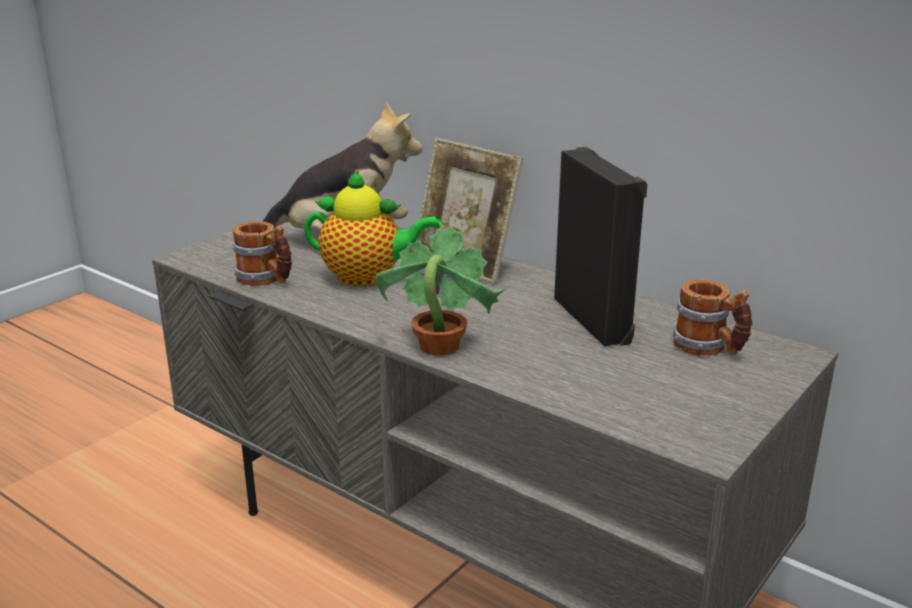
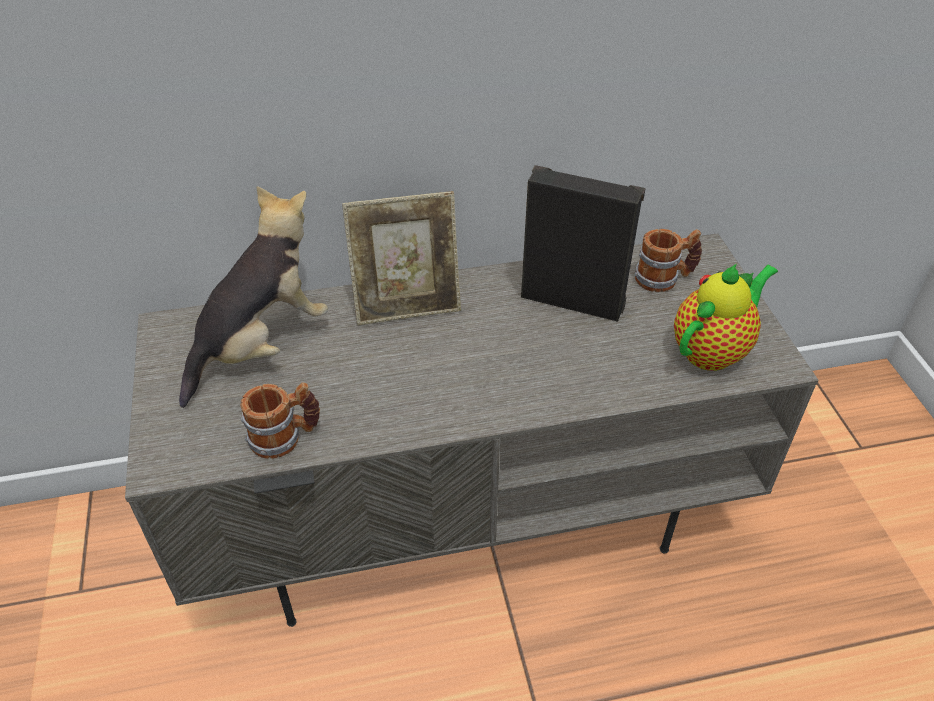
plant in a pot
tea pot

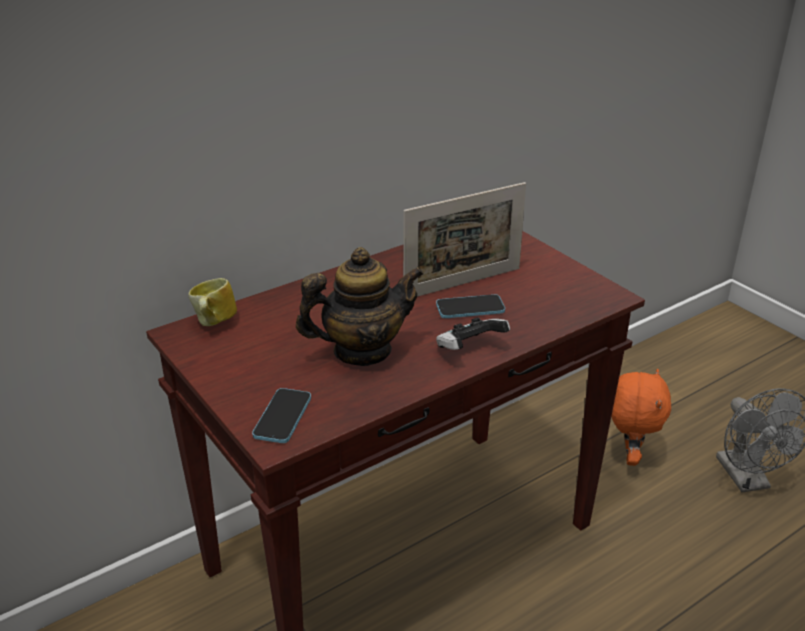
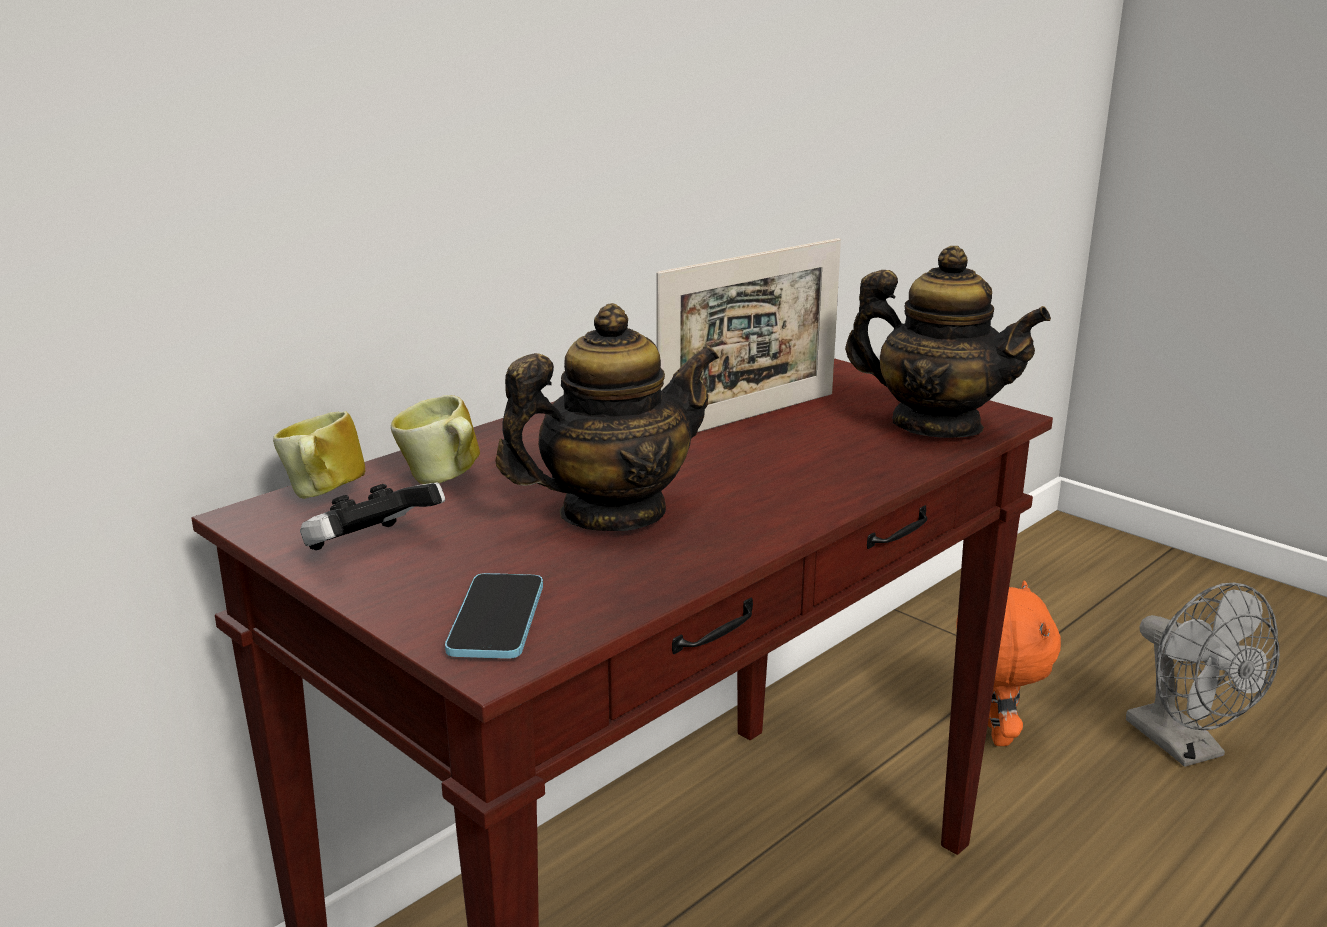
phone (no. 2 from left in the first image)
mug (no. 2 from left)
tea pot (no. 2 from left)
gamepad

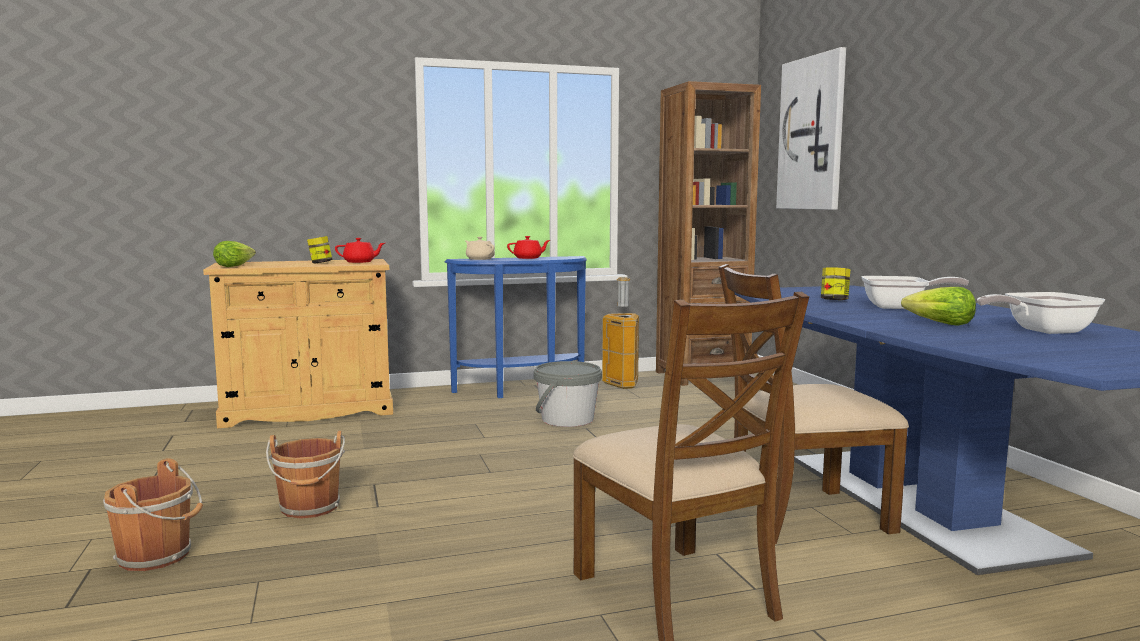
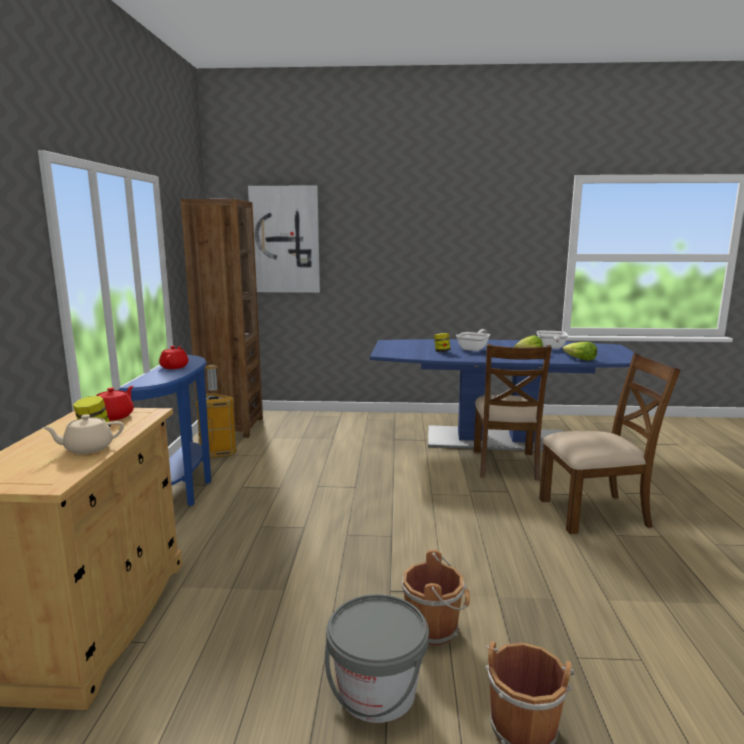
head of lettuce (no. 2 from left)
tea pot (beige)
bucket (grey)

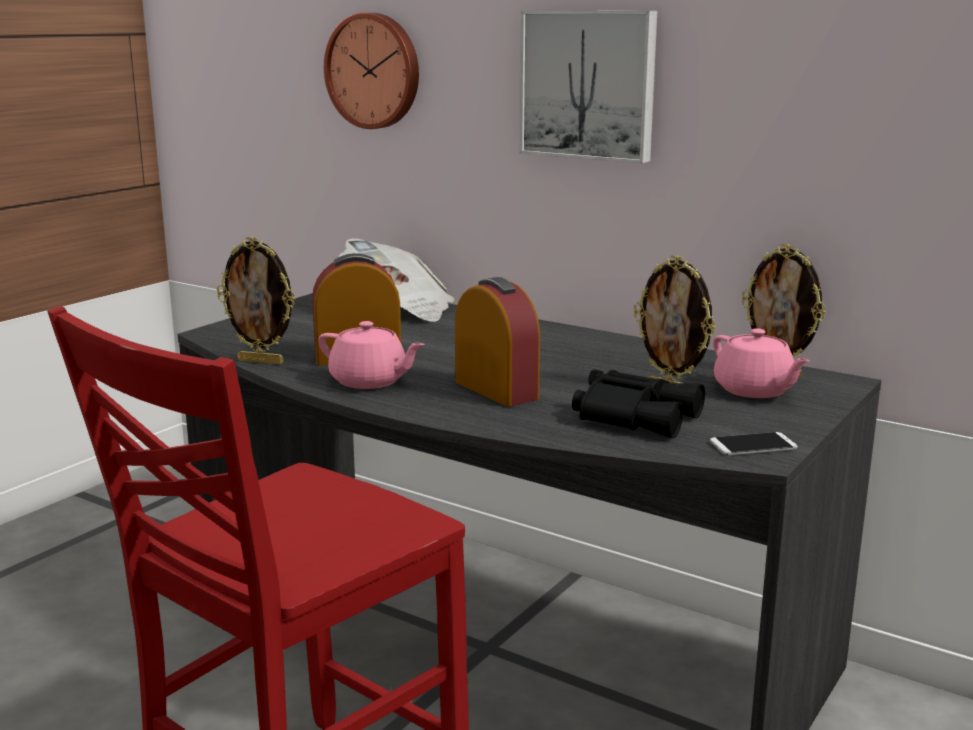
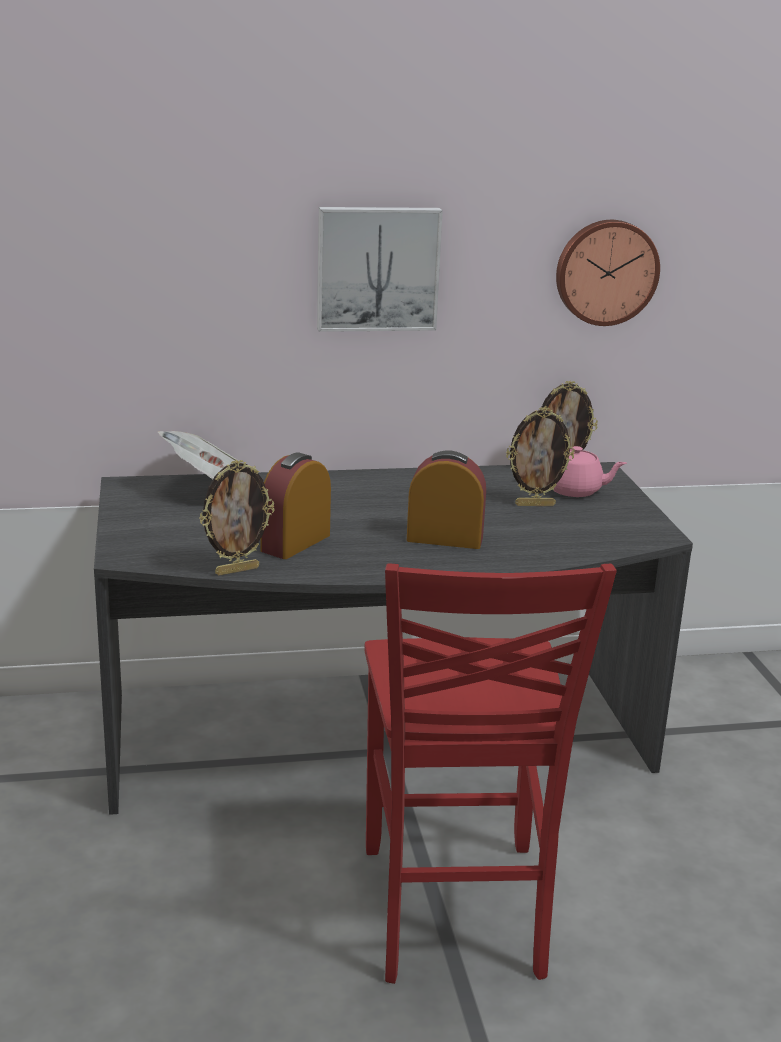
tea pot (pinkish) (no. 1 from left in the first image)
field glasses (blackish)
phone
hanging clock

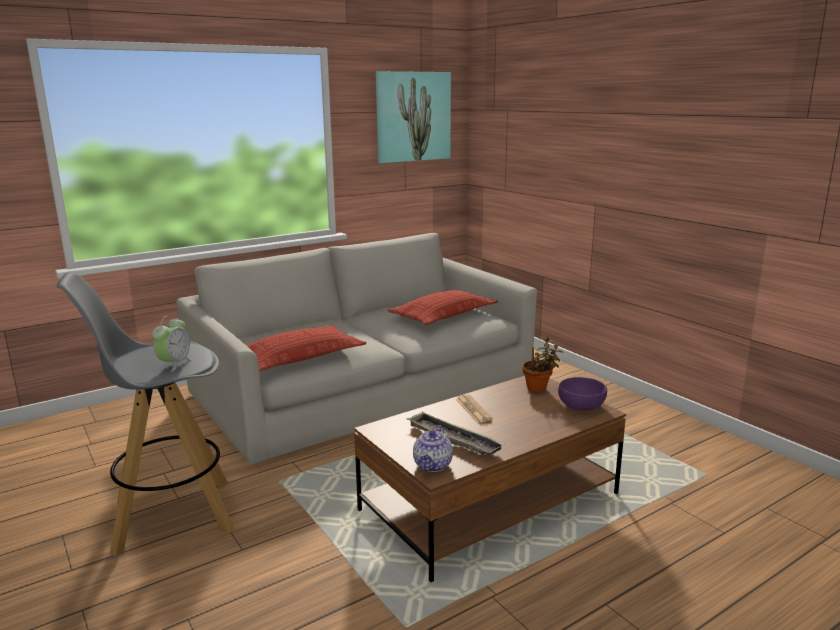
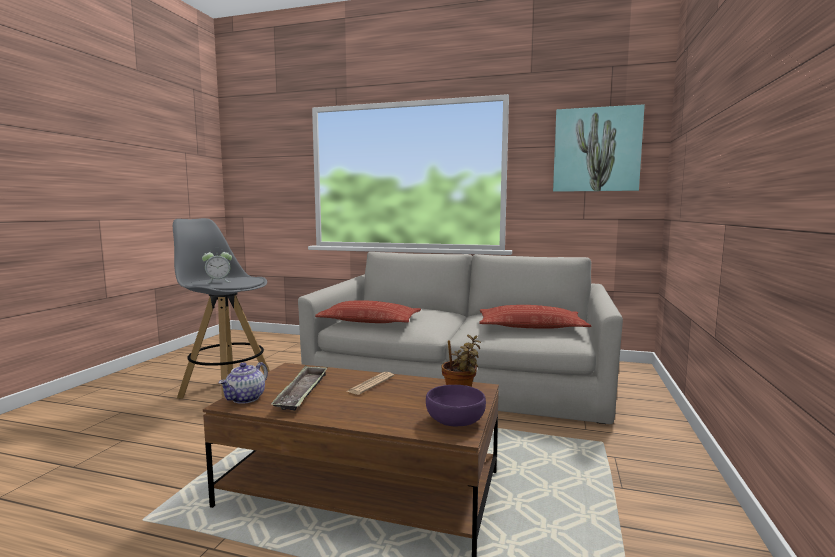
tea pot

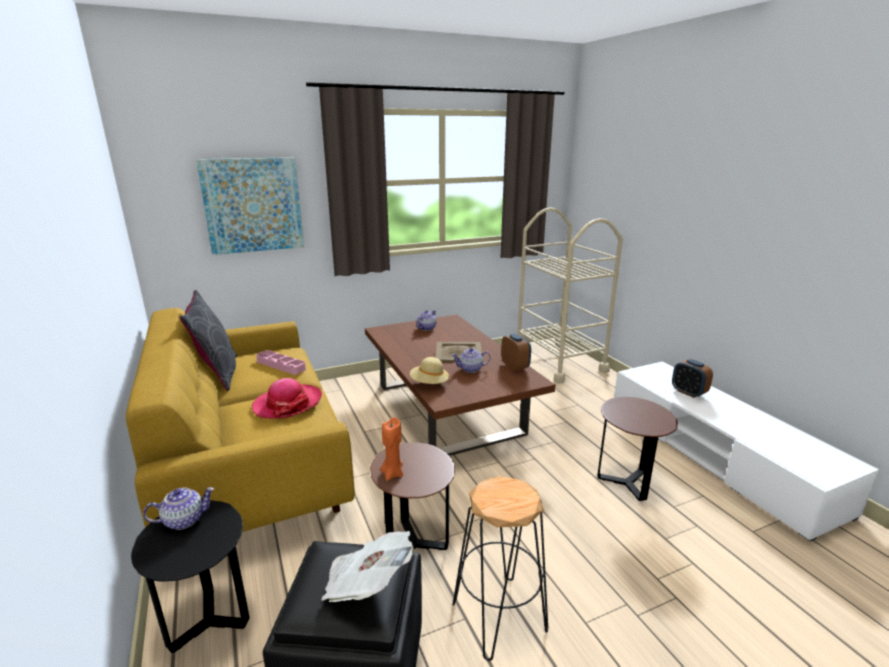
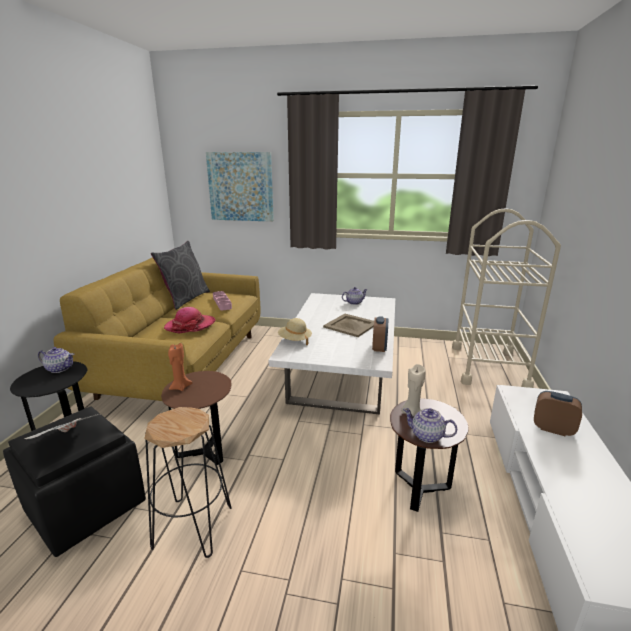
wax candle (beige)
tea pot (no. 3 from left)
low table (white)
bedside clock (no. 2 from left)

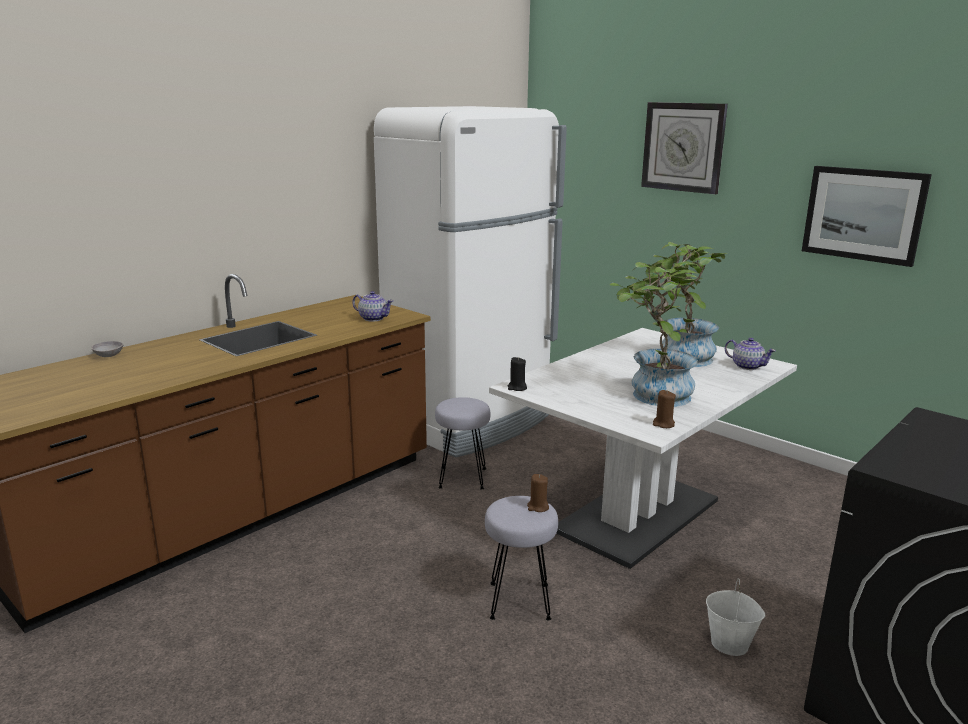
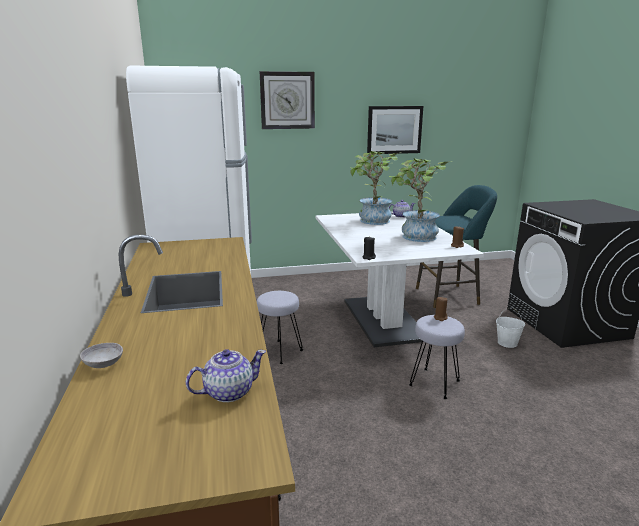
stool (turquoise)
tea pot (no. 1 from left)

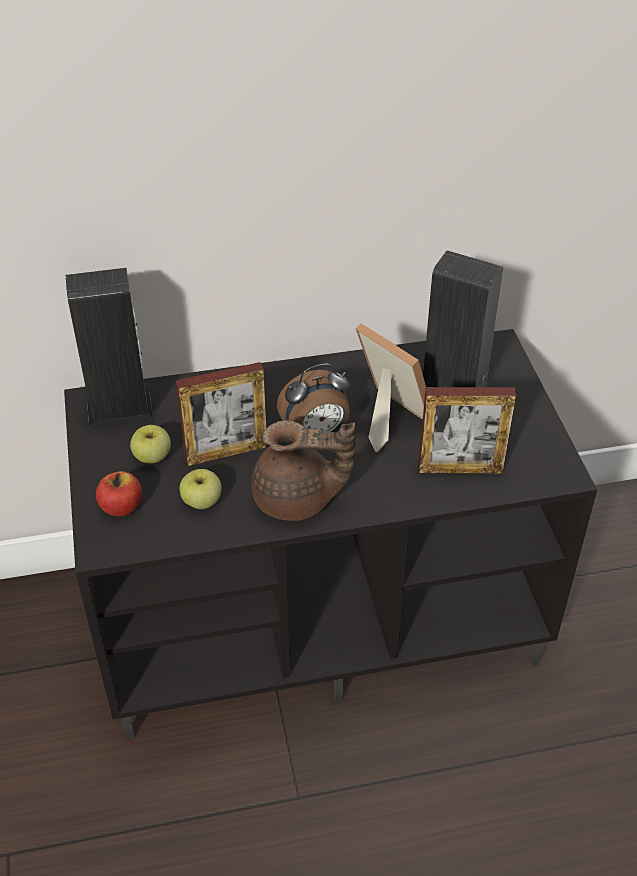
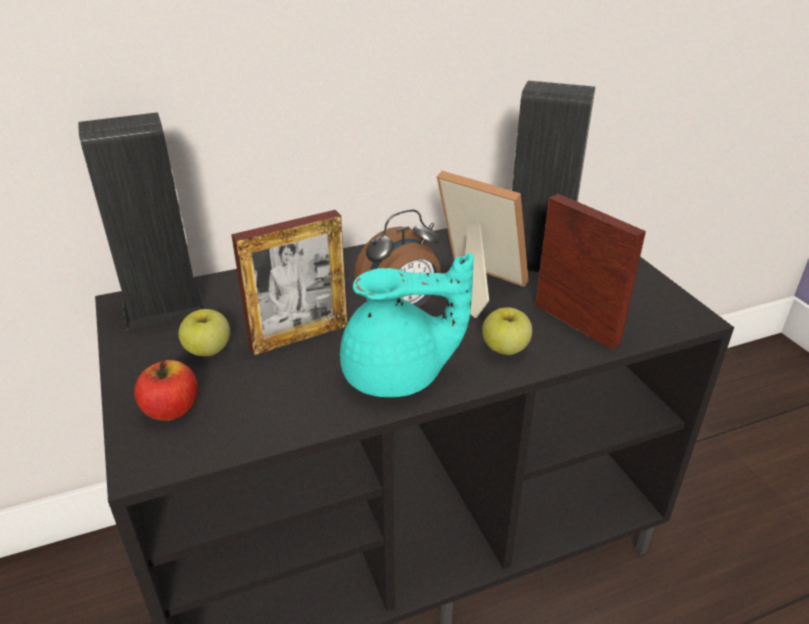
apple fruit (no. 3 from left)
tea pot (turquoise)
photo frame (no. 3 from left)

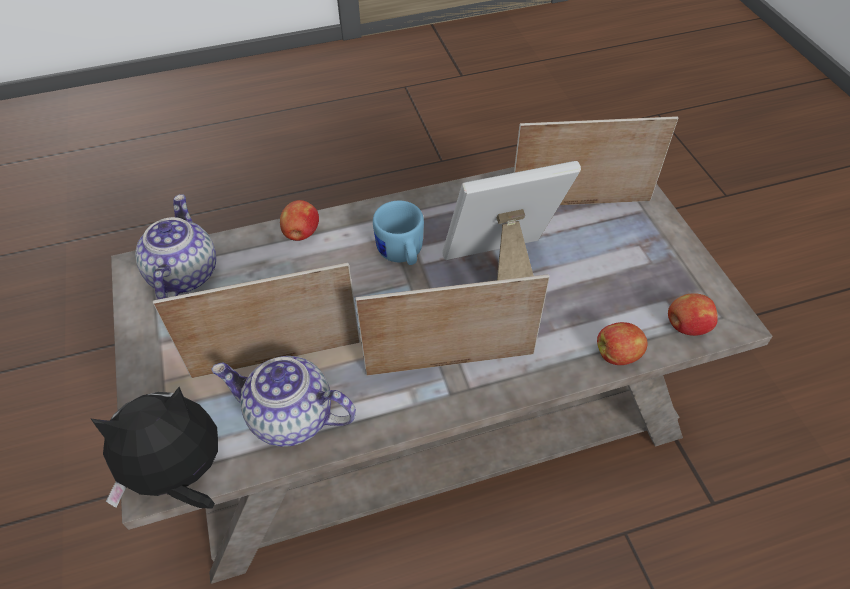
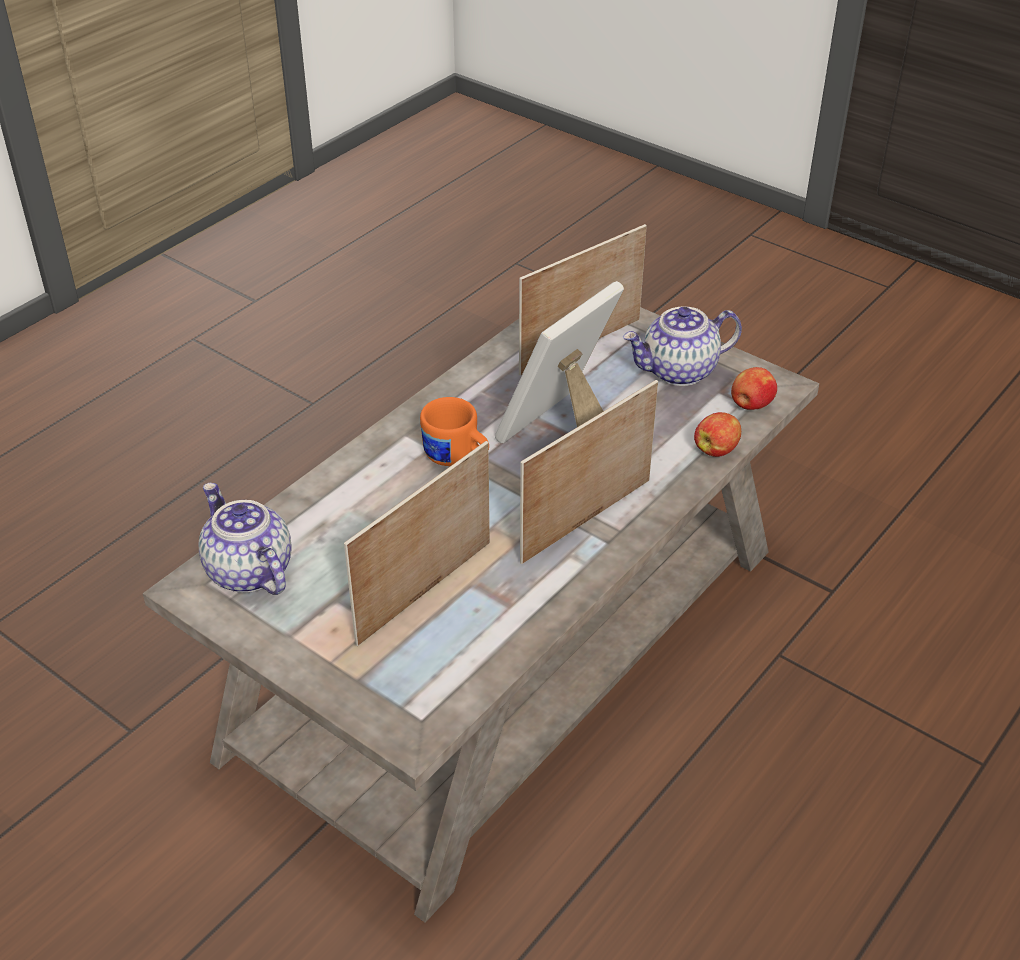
cuddly toy
apple fruit (no. 1 from left in the first image)
tea pot (no. 2 from left)
mug (orange-coloured)

